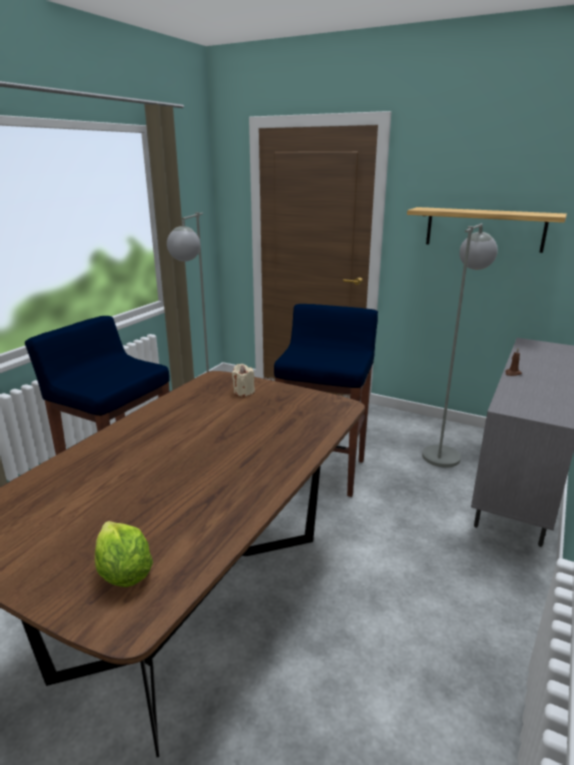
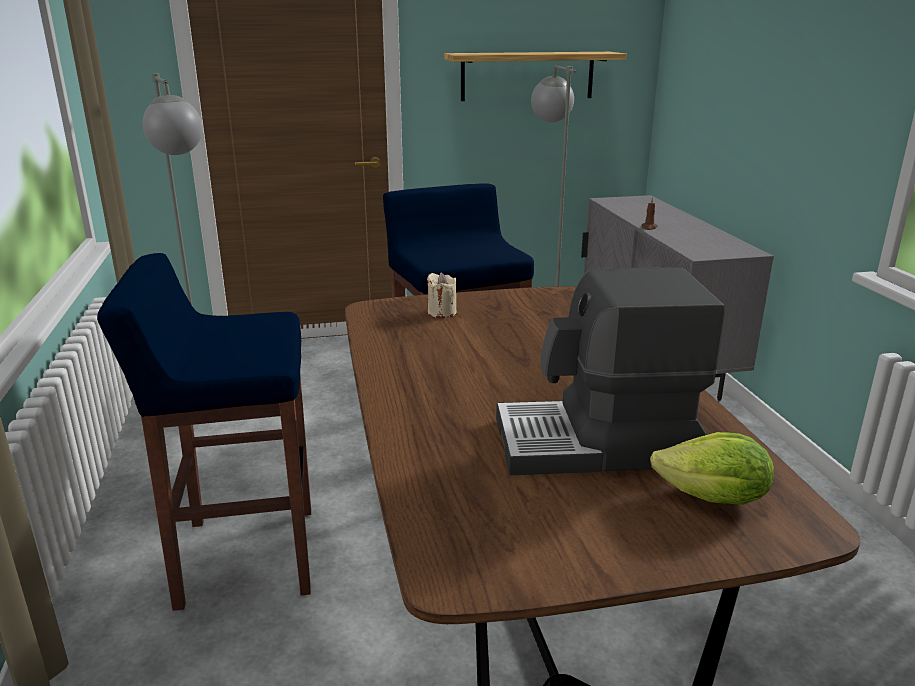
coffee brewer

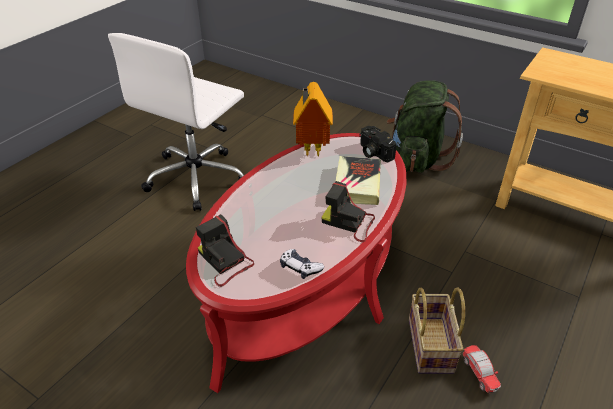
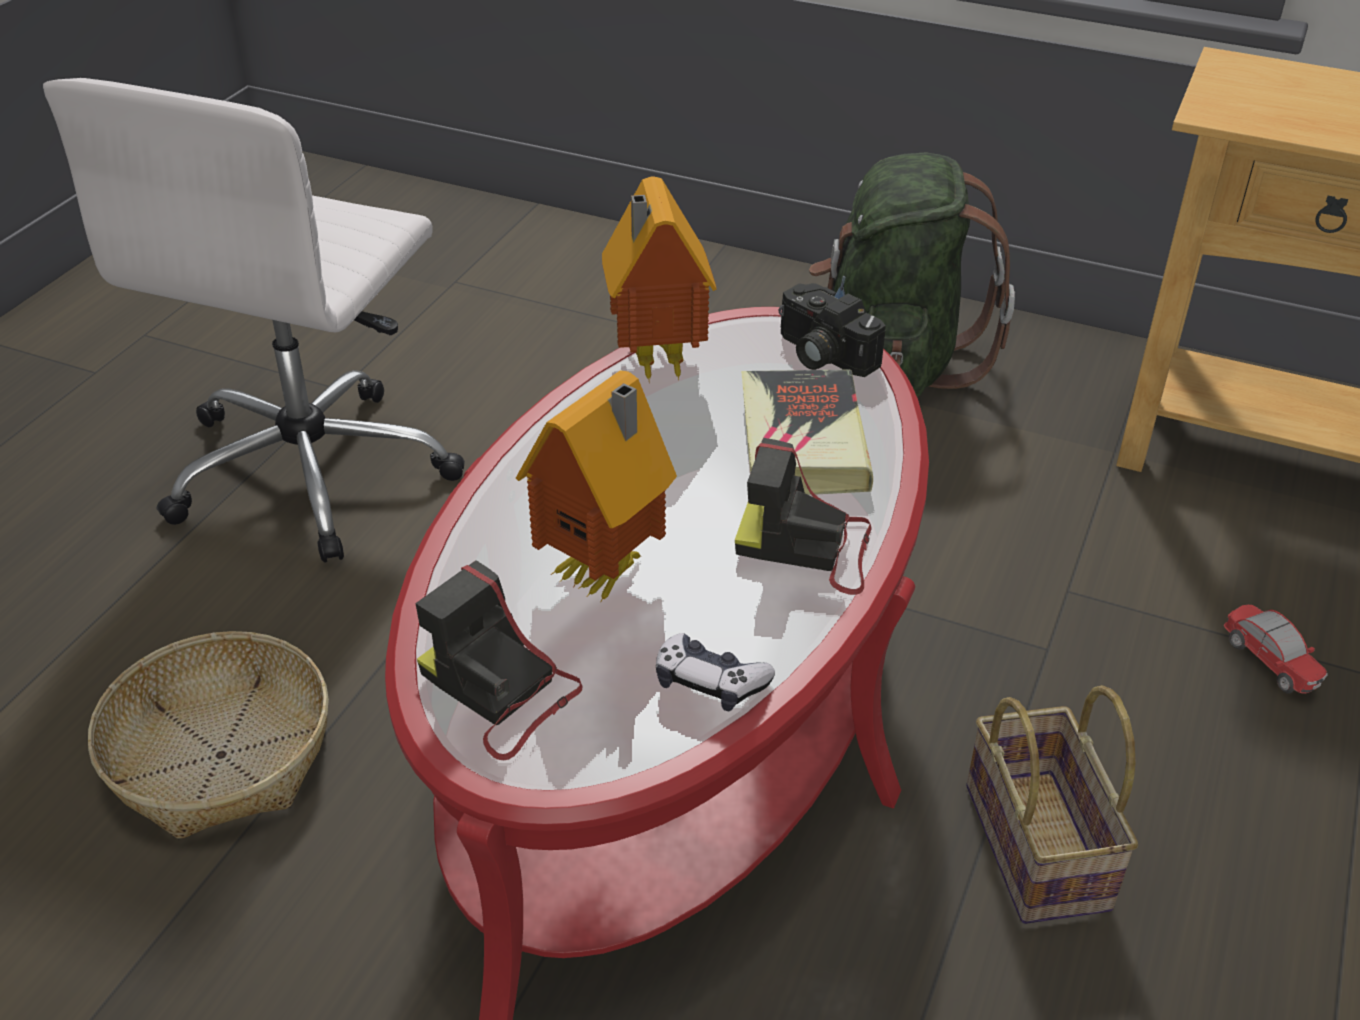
storage basket (no. 1 from left)
model house (no. 1 from left)
toy car

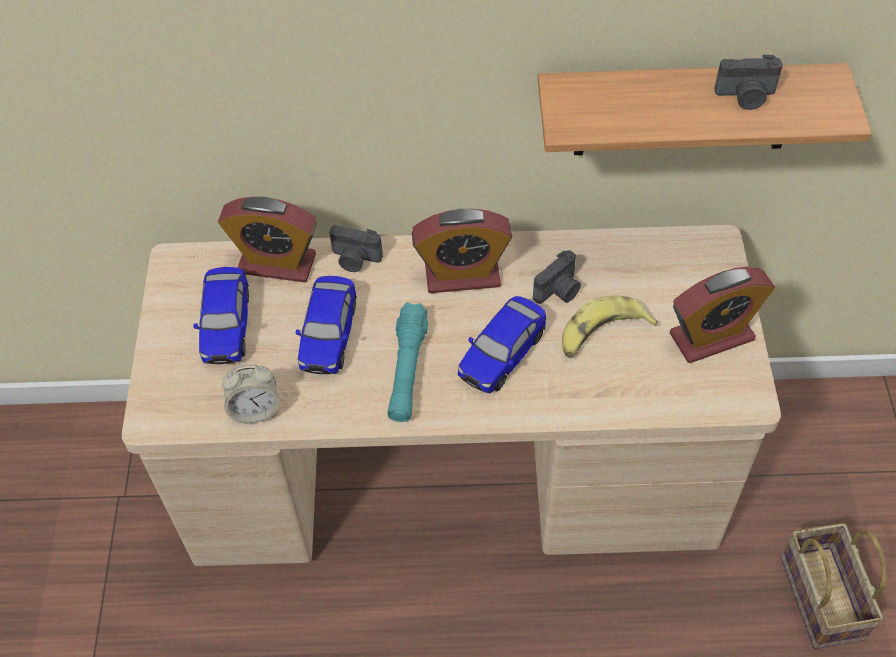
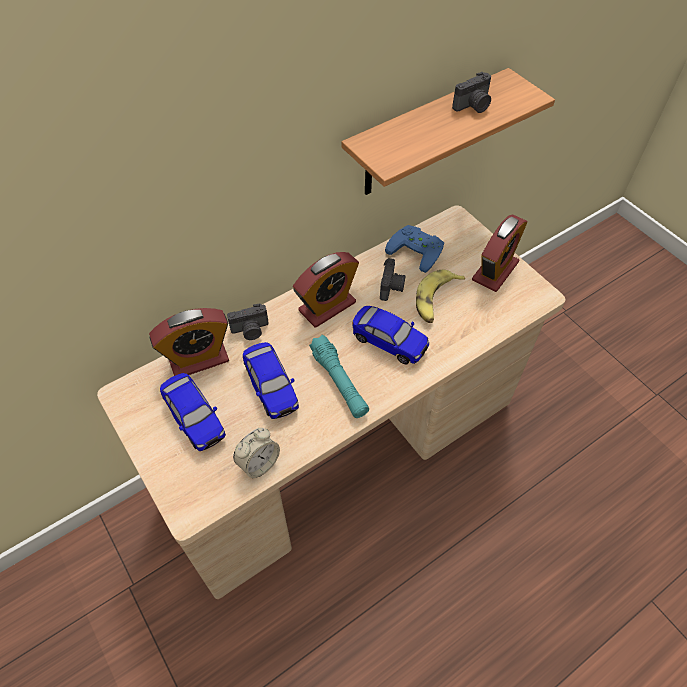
storage basket
gamepad (blue)
toy car (no. 3 from left)

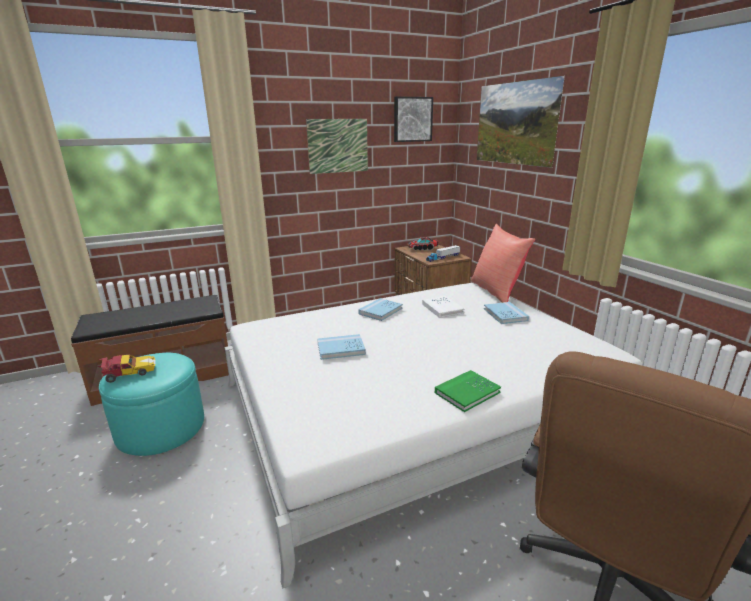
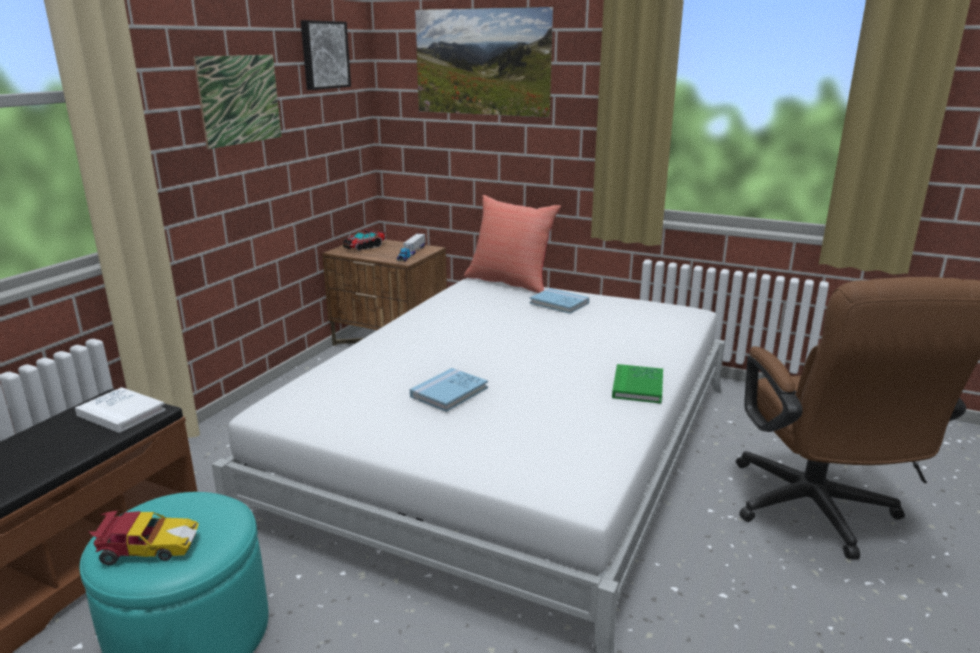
book (blue) (no. 2 from left in the first image)
book (white)
toy car

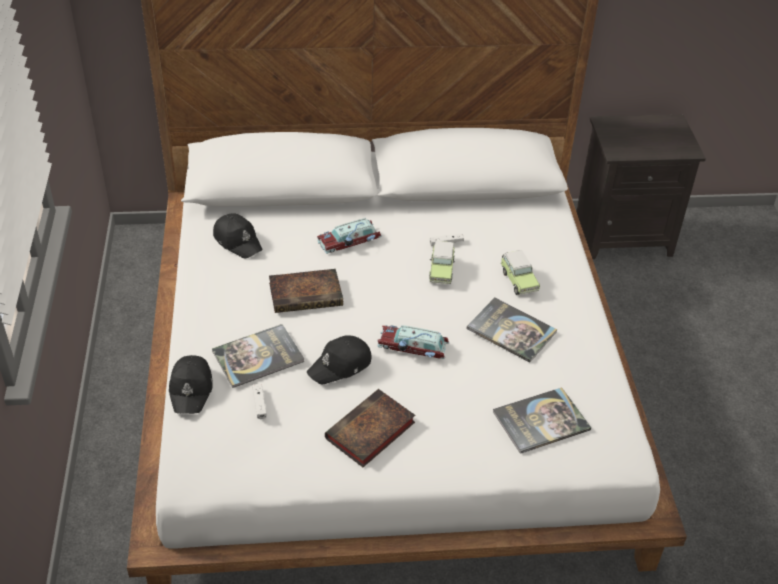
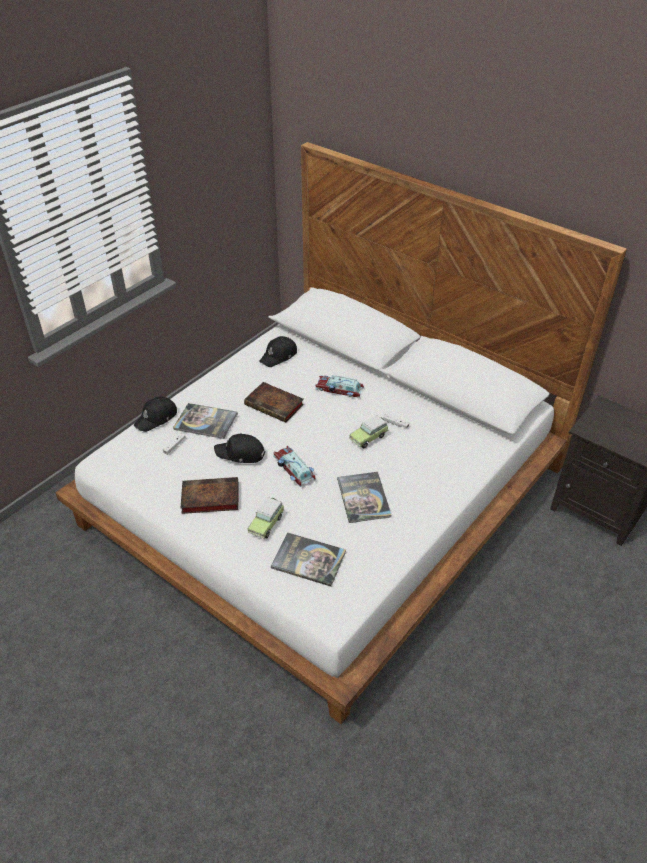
toy car (no. 1 from left)
baseball cap (blackish) (no. 3 from left)

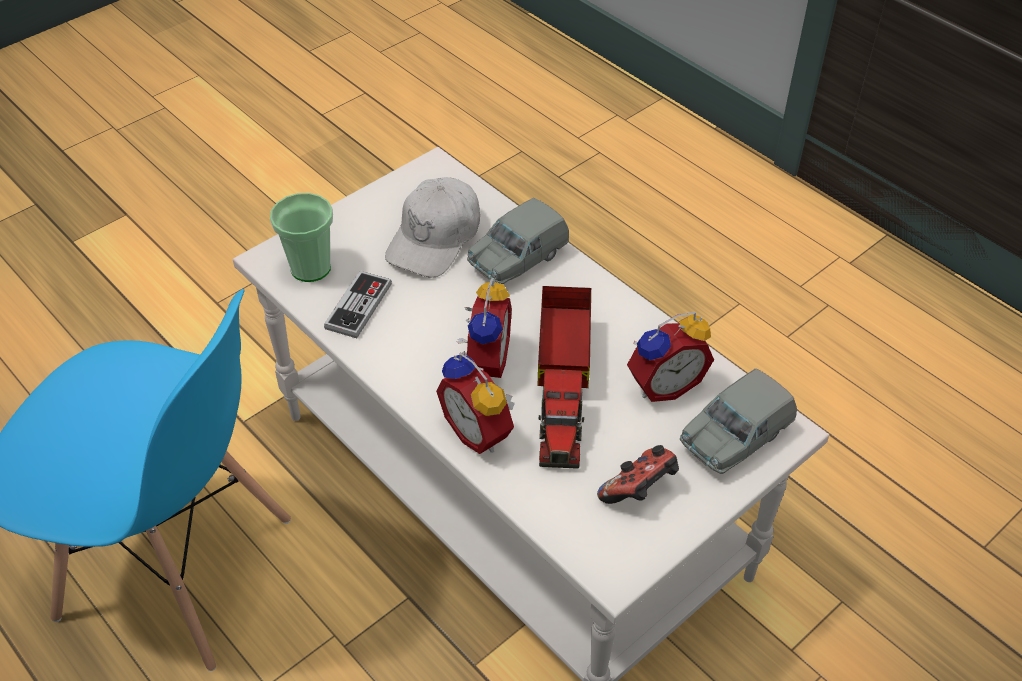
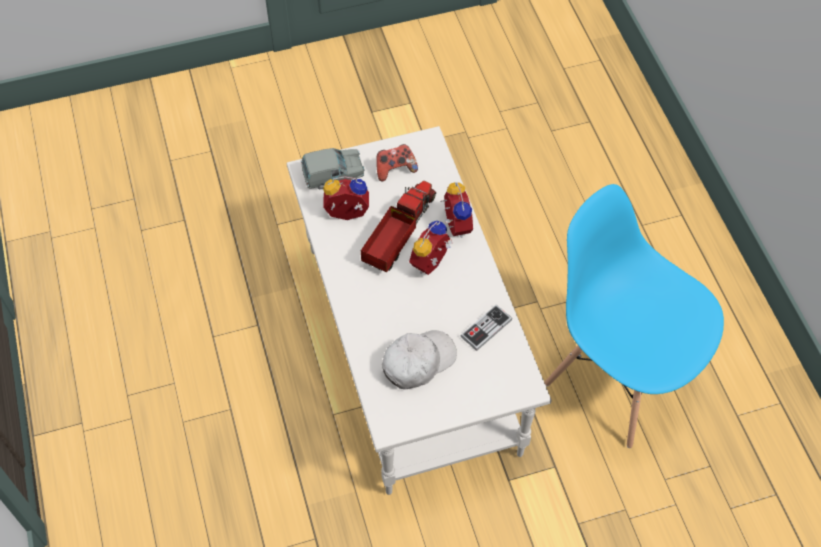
cup
toy car (grey) (no. 1 from left in the first image)

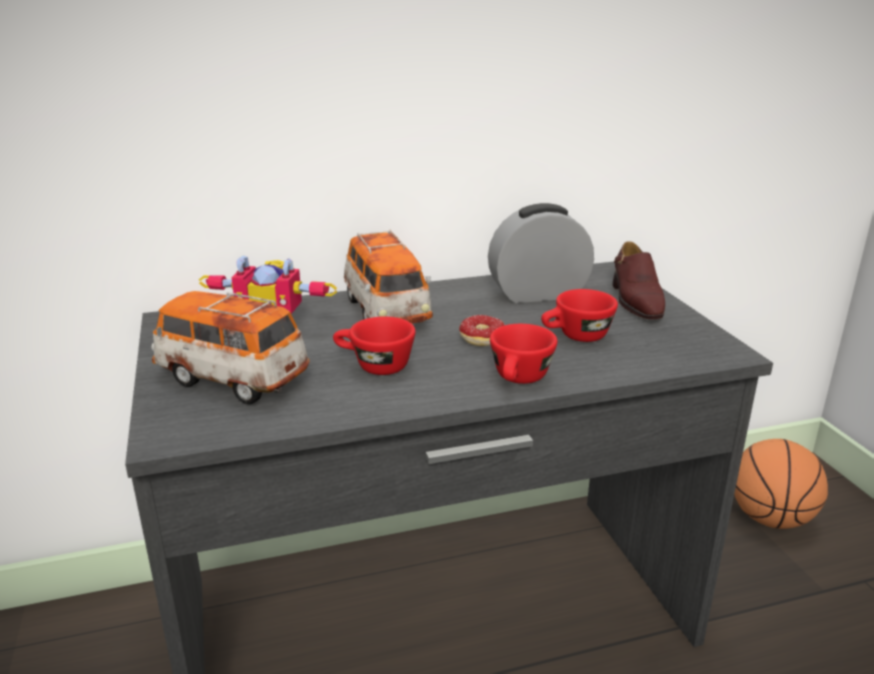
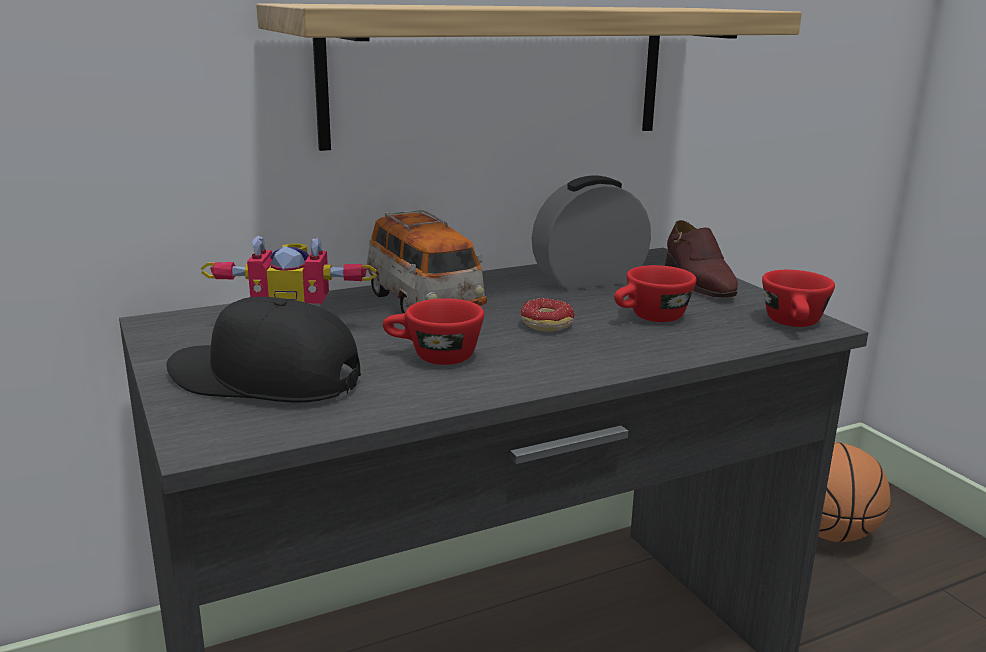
shelf
cup (reddish) (no. 3 from left)
baseball cap (blackish)

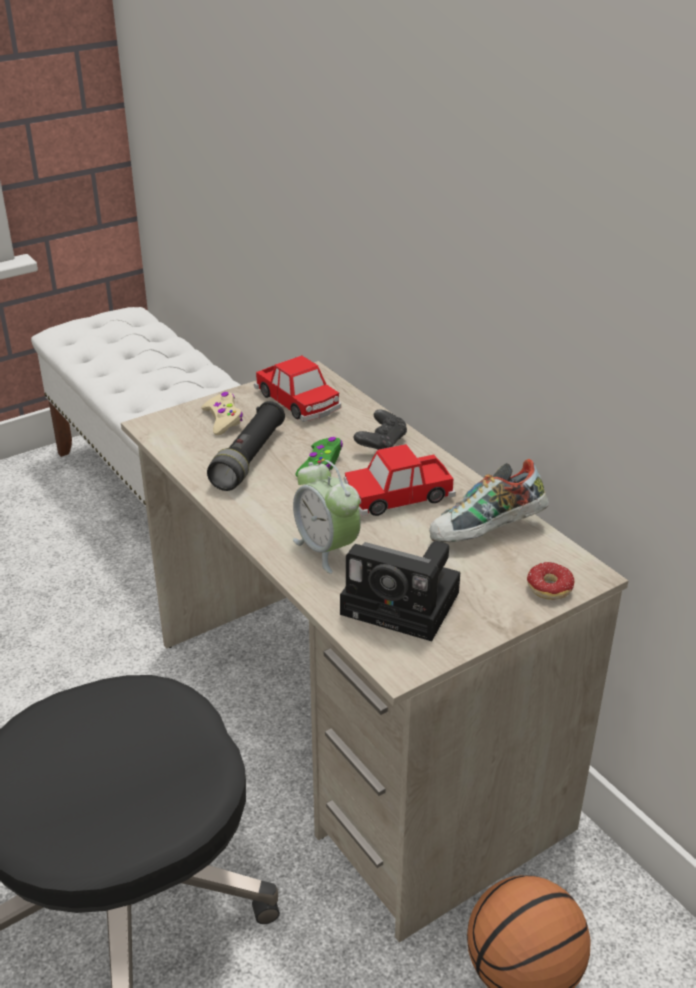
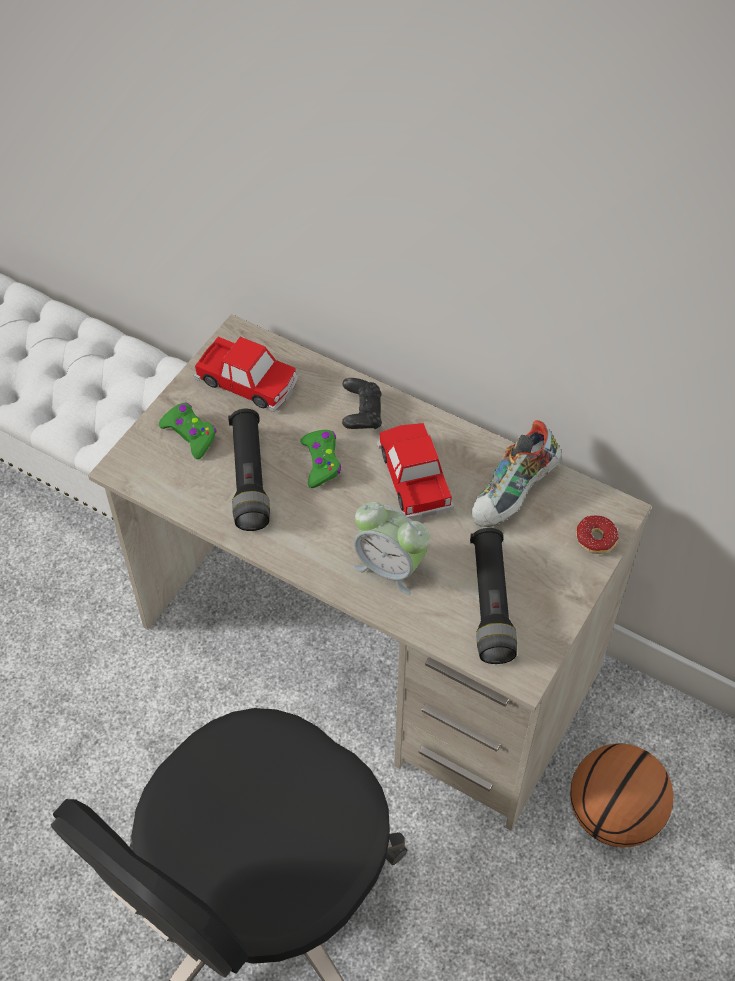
hand torch (blackish) (no. 2 from left)
gamepad (green) (no. 1 from left)
toy car (no. 2 from left)

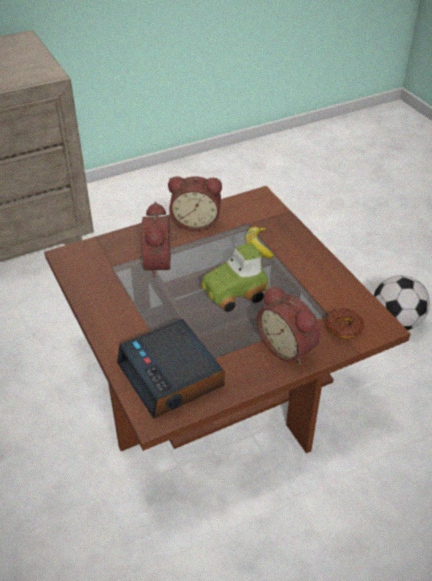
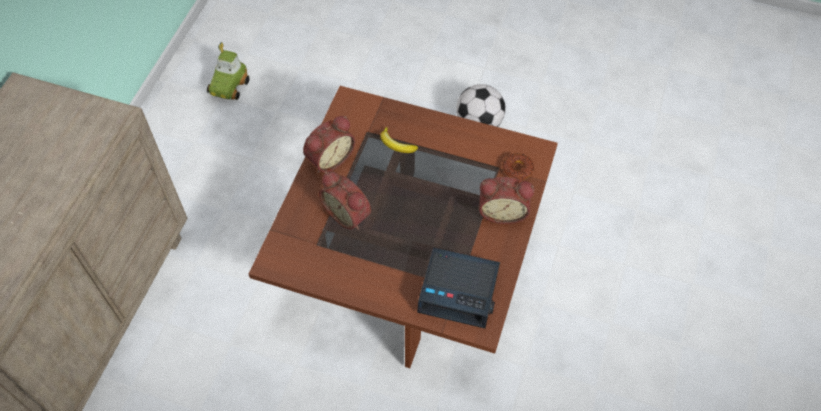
toy car

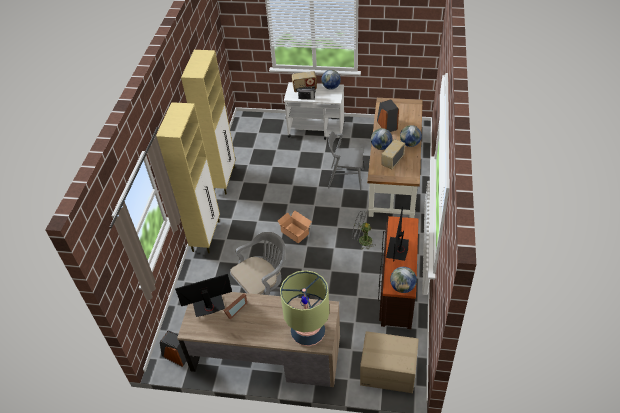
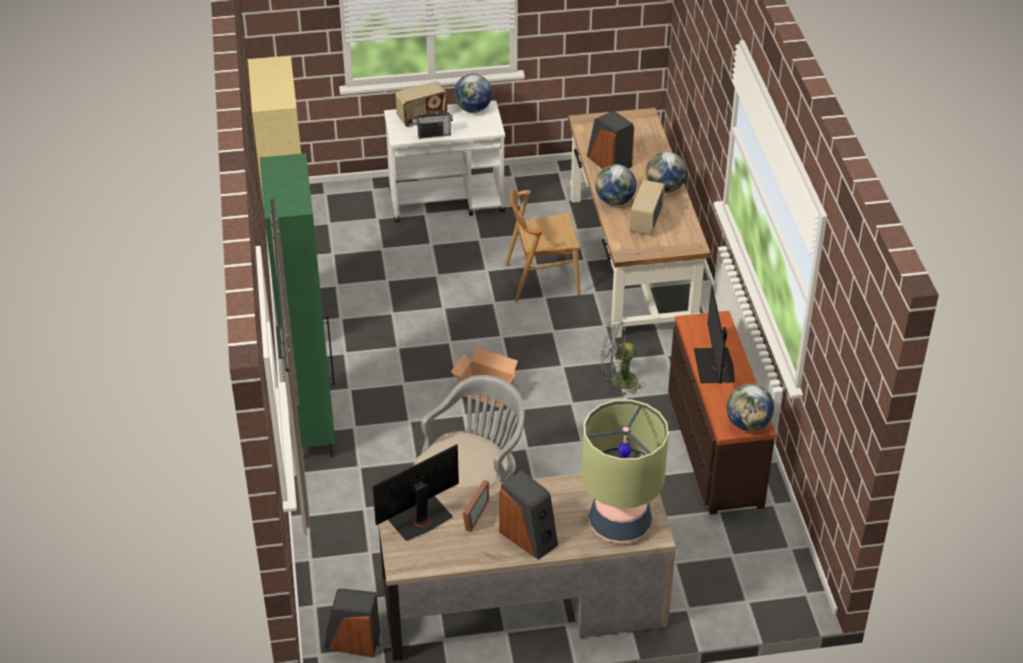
cardboard box (no. 2 from left in the first image)
speaker (no. 2 from left)
cupboard (green)
plain chair (brown)

